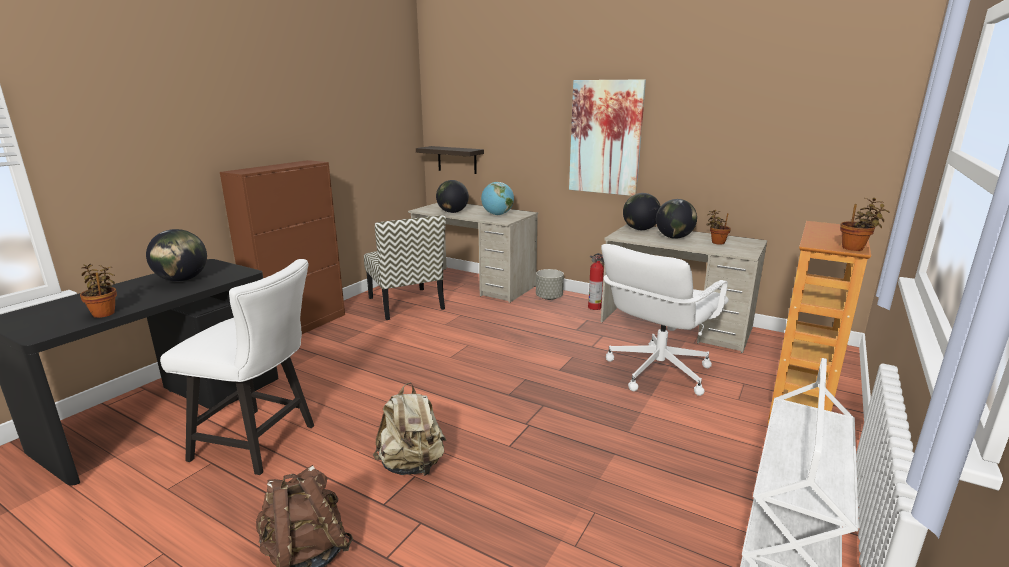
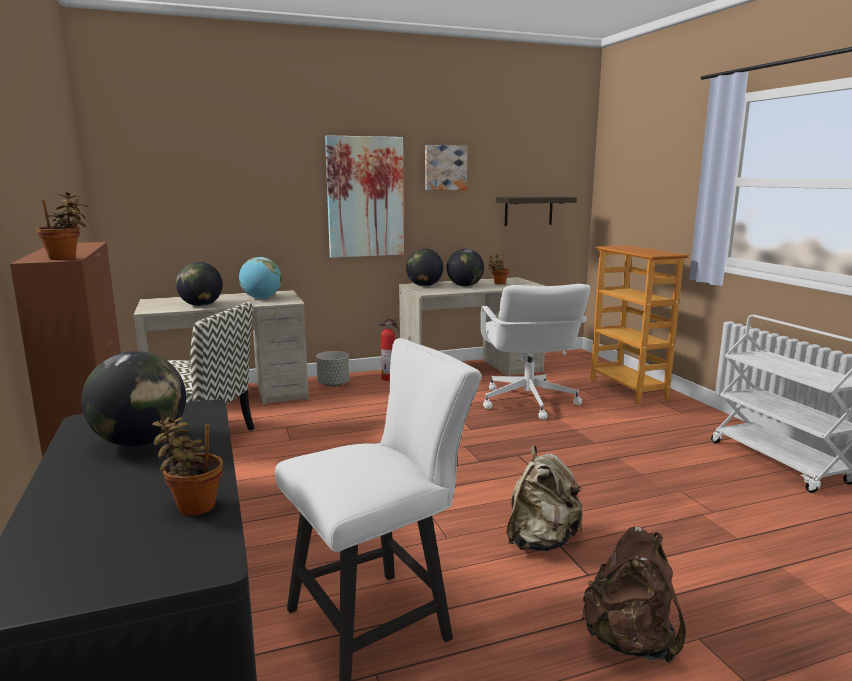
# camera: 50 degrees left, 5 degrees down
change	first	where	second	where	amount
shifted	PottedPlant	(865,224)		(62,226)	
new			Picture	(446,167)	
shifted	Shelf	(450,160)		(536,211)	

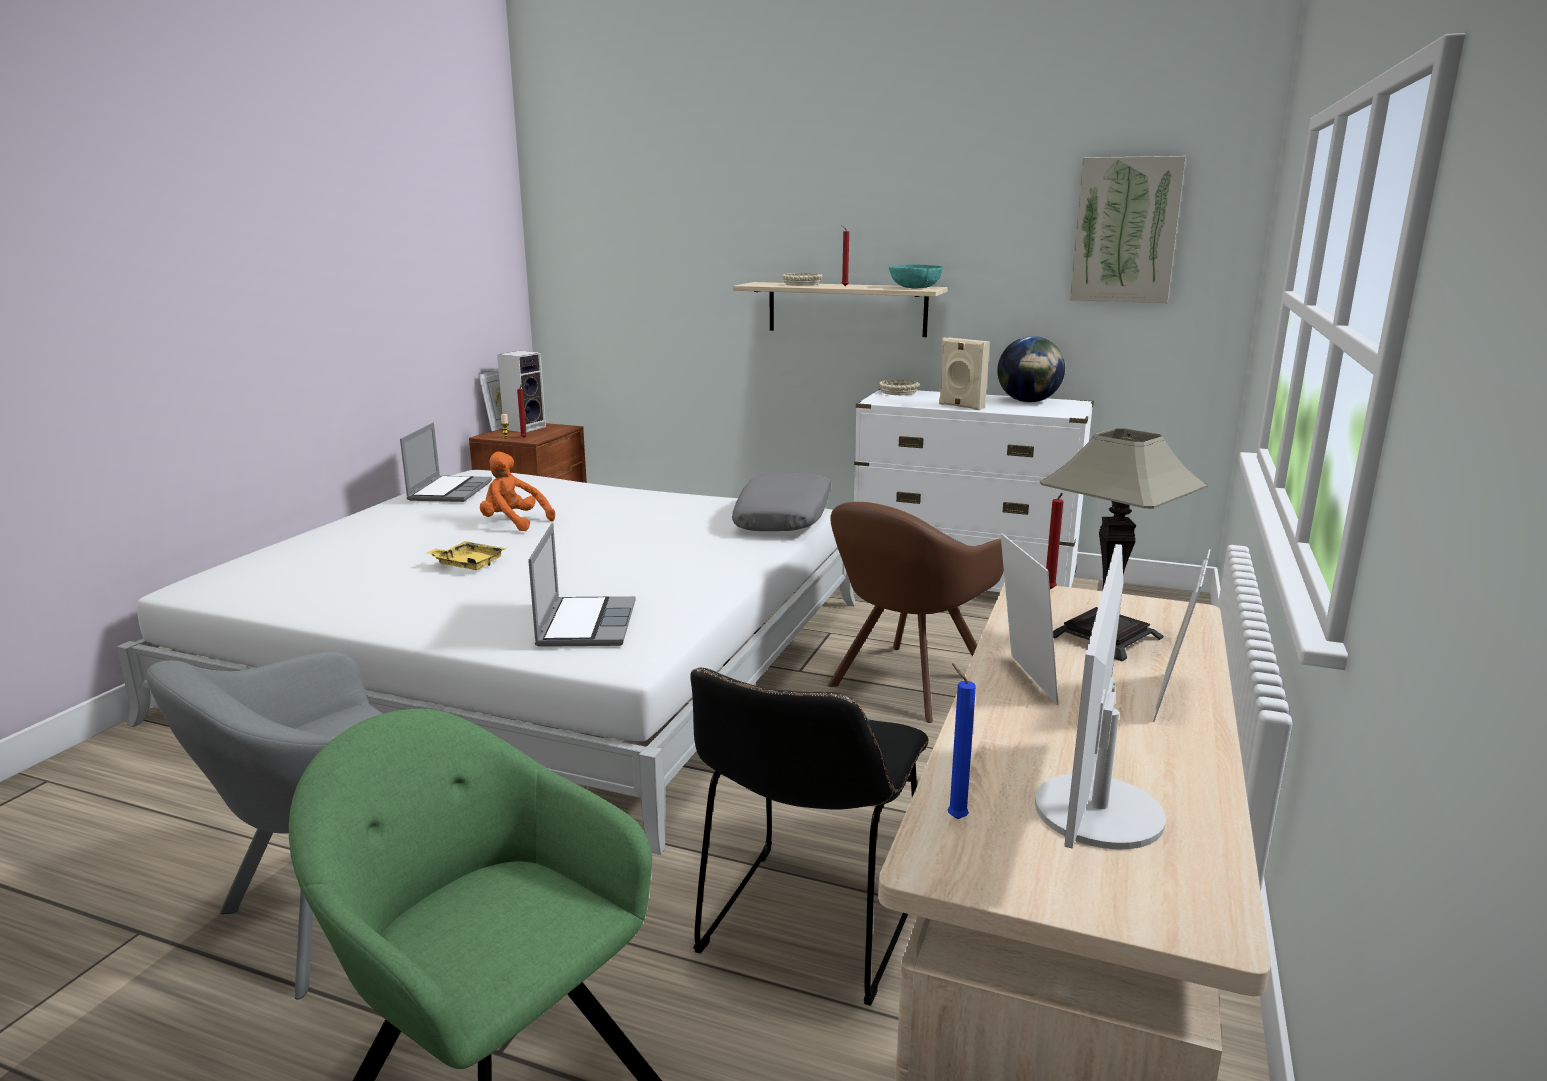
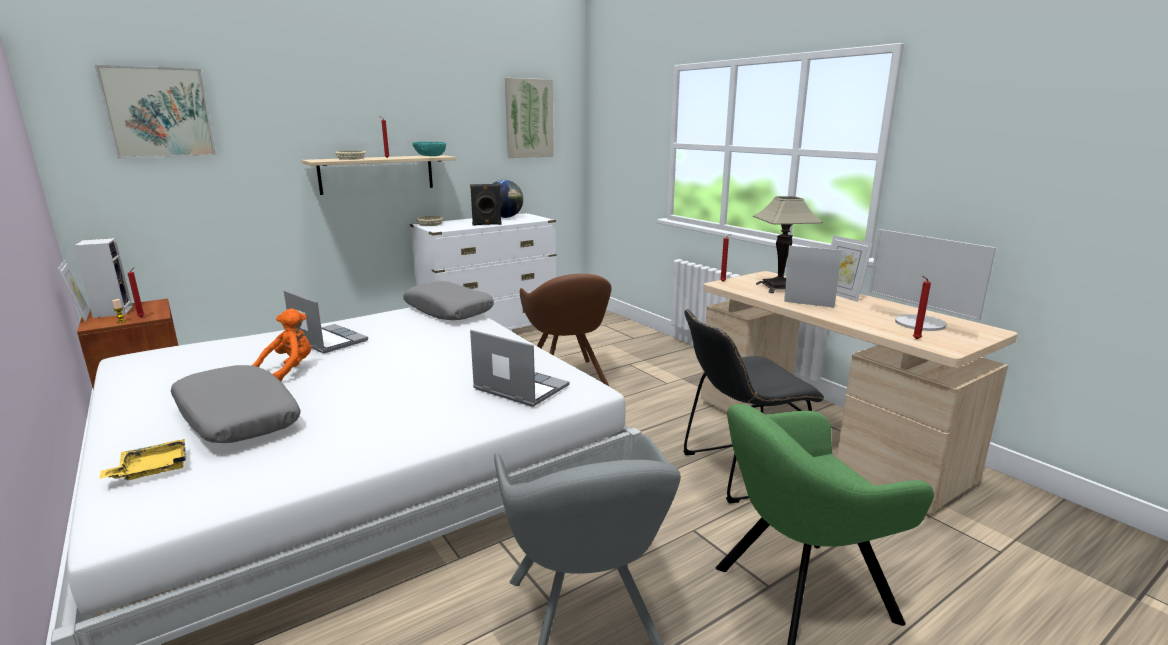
# camera: 55 degrees left, 0 degrees up
change	first	where	second	where	amount
new			Picture	(156,112)	
shifted	YellowTray	(466,555)		(142,459)	
new			GreyPillow	(236,404)	
rotated	OrangePlushToy	(517,491)		(281,344)	150 degrees clockwise
shifted	Laptop	(446,462)		(326,322)	
repainted	BeigeSpeaker	(964,373)	BlackSpeaker	(486,205)	
rotated	BlackChair	(809,837)		(753,406)	105 degrees clockwise
repainted	BlueCandle	(962,741)	RedCandle	(922,307)	

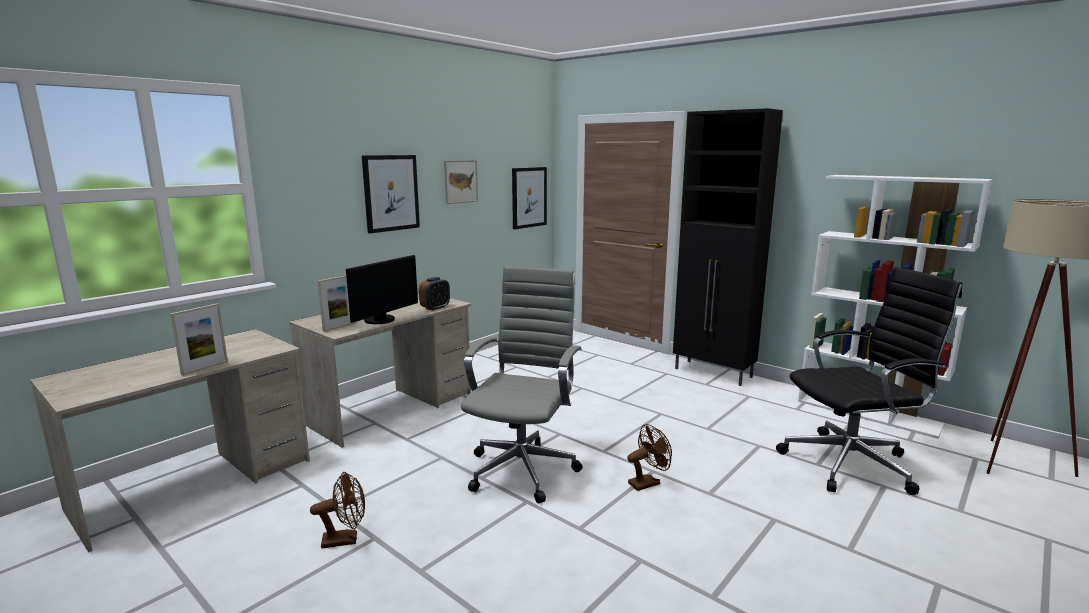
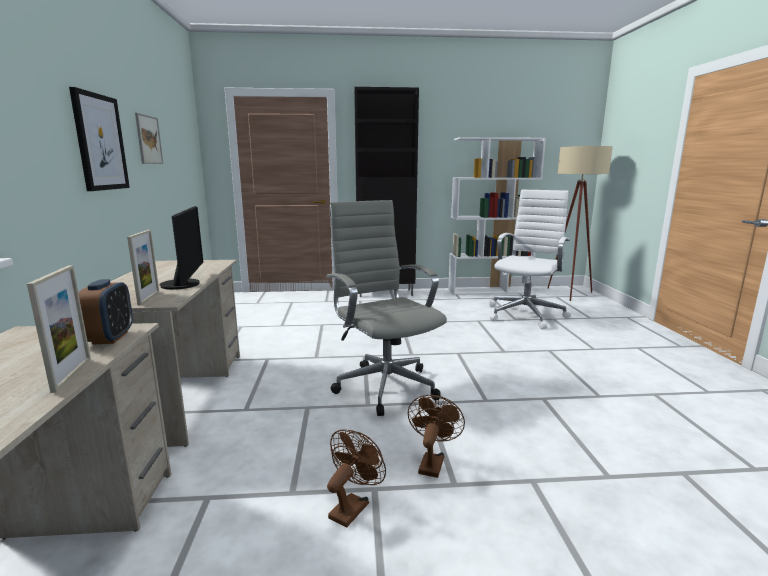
# camera: 45 degrees left, 0 degrees up
change	first	where	second	where	amount
shifted	AlarmClock	(434,294)		(105,312)	
shifted	BrownFan	(649,457)		(436,436)	
repainted	BlackOfficeChair	(869,381)	WhiteOfficeChair	(530,259)	
gone	Picture	(529,198)			

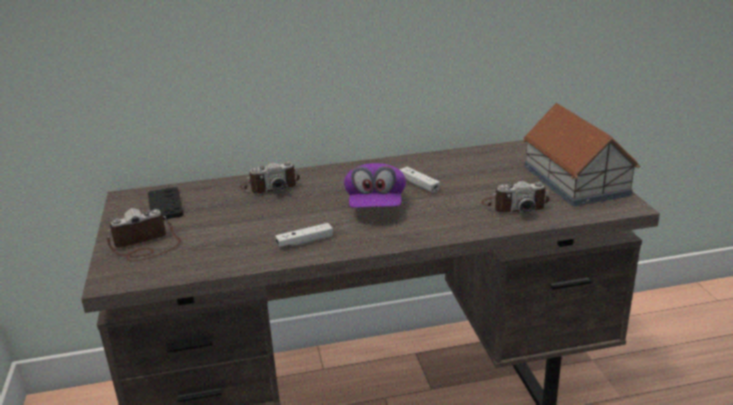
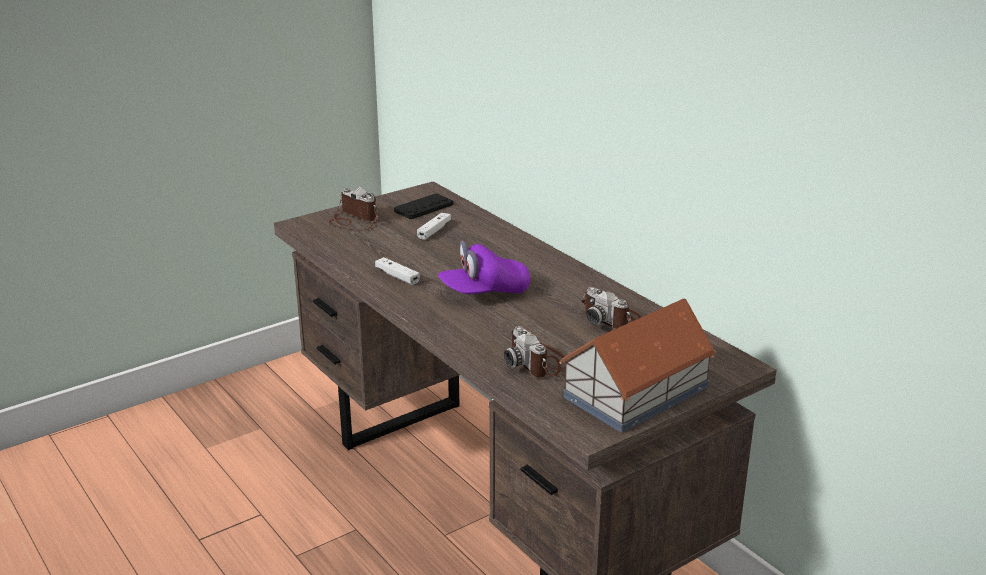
# camera: 65 degrees right, 0 degrees up
change	first	where	second	where	amount
shifted	WhiteGameController	(419,180)		(434,226)	
shifted	PhotoCamera	(270,177)		(611,308)	

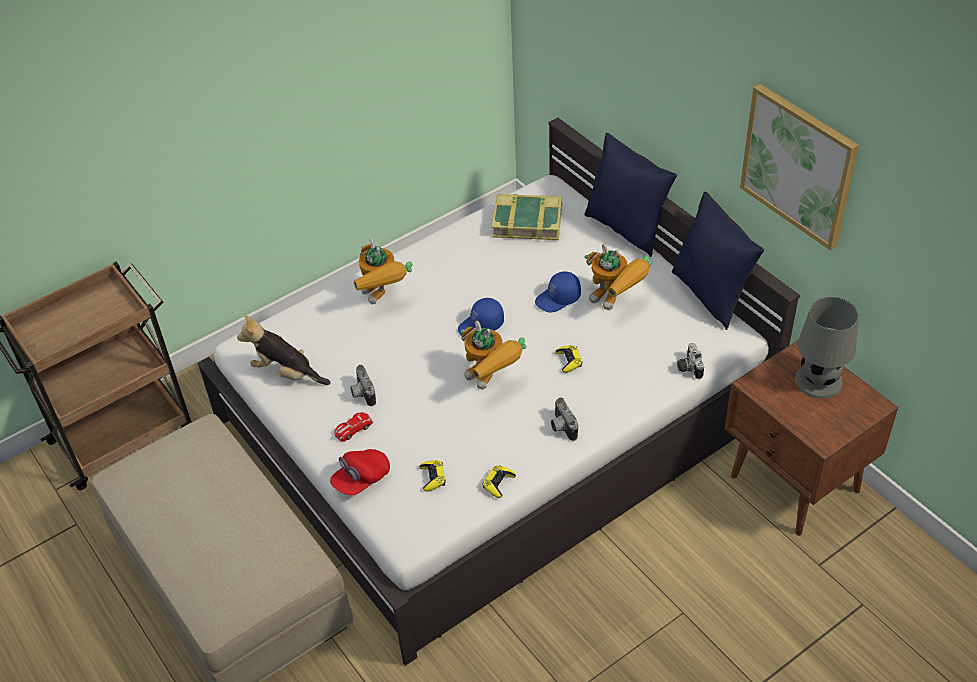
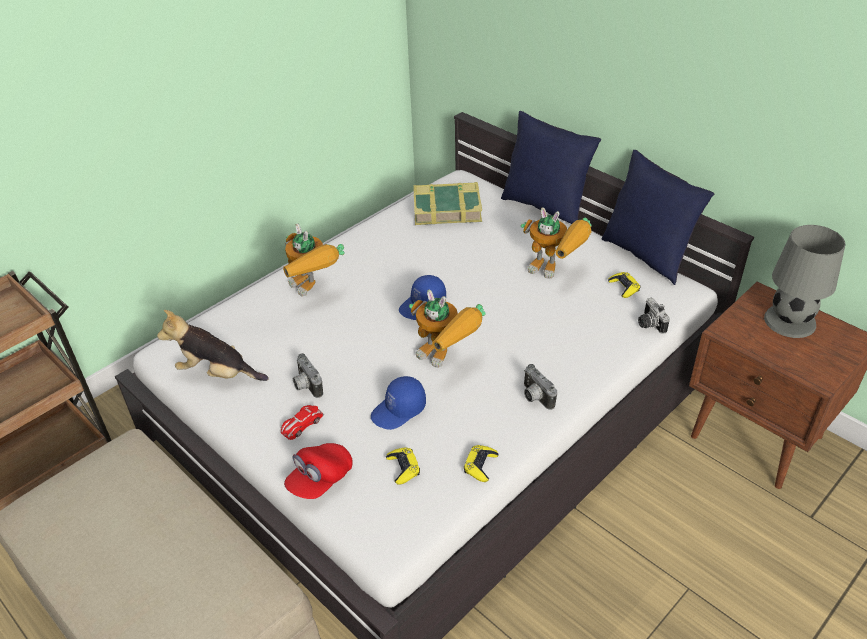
# camera: 10 degrees left, 5 degrees down
change	first	where	second	where	amount
shifted	BlueCap	(558,292)		(398,403)	
shifted	YellowGameController	(568,359)		(624,285)	
gone	Picture	(799,167)			

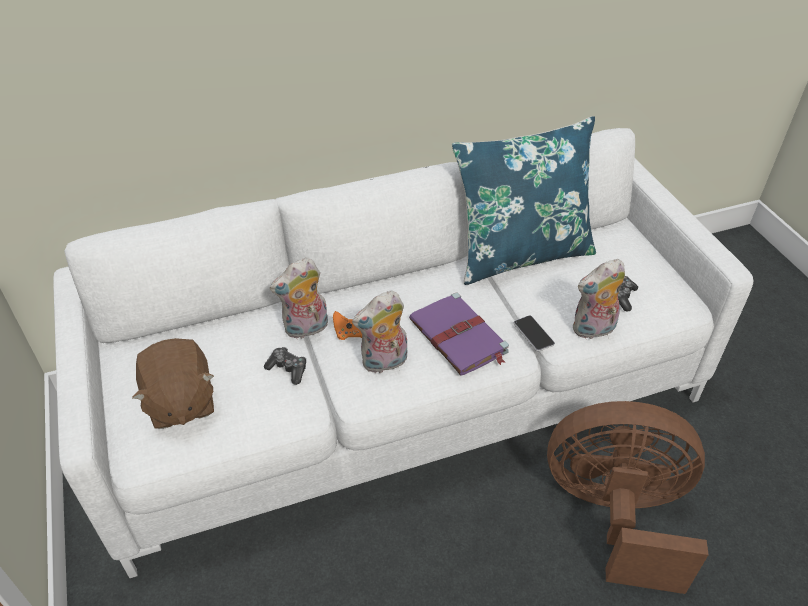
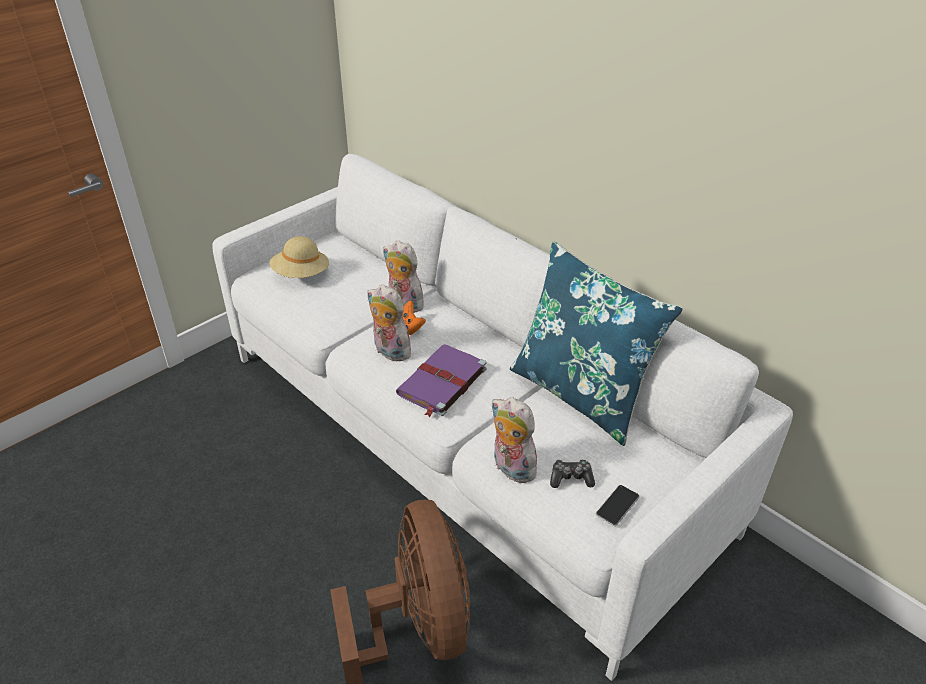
# camera: 65 degrees right, 5 degrees down
change	first	where	second	where	amount
swapped	BrownPlushToy	(173,383)	BeigeHat	(299,257)	
shifted	Phone	(534,333)		(617,505)	
gone	GameController	(285,366)			

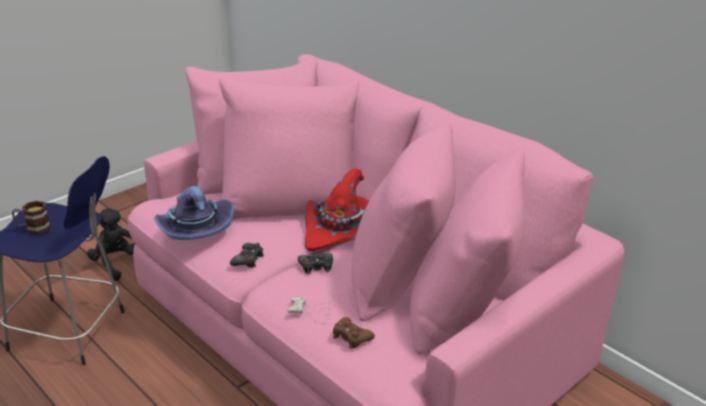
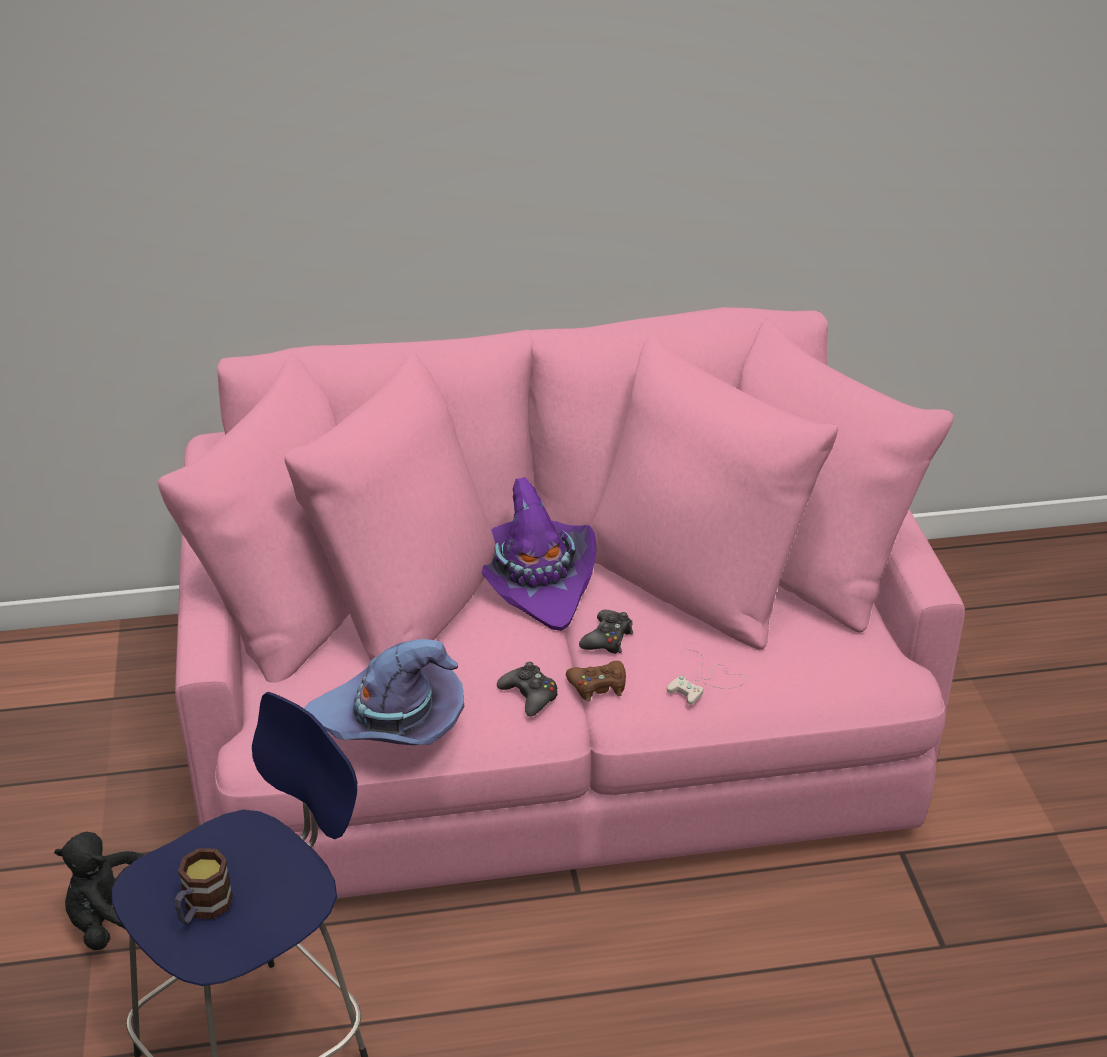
# camera: 55 degrees left, 5 degrees up
change	first	where	second	where	amount
repainted	RedHat	(337,209)	PurpleHat	(539,554)	
shifted	BrownGameController	(354,333)		(596,681)	

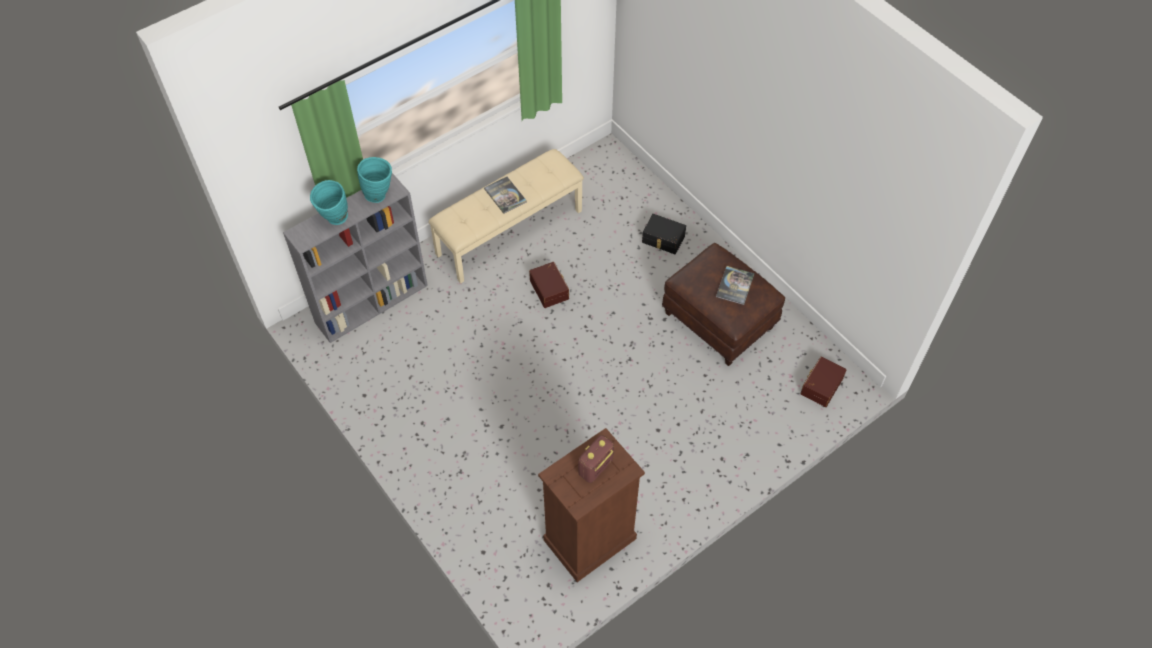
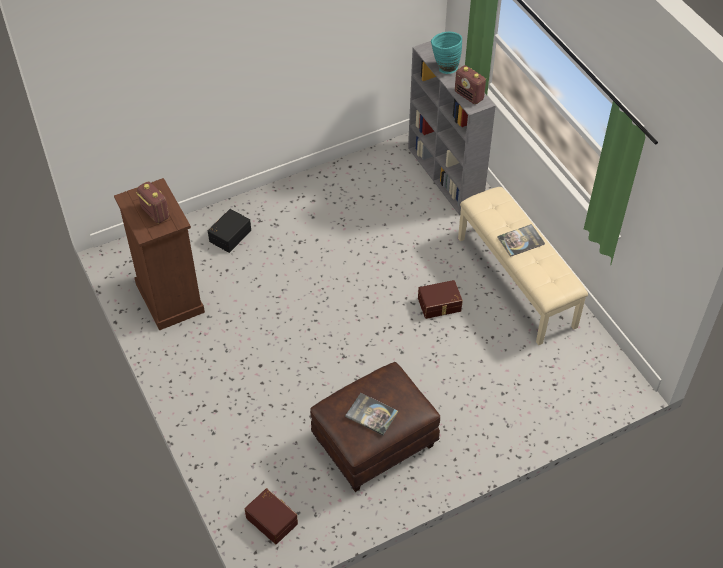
# camera: 100 degrees right, 5 degrees down
change	first	where	second	where	amount
shifted	BlackStorageBox	(664,234)		(229,231)	
swapped	TurquoiseVase	(374,180)	Radio	(470,84)	

